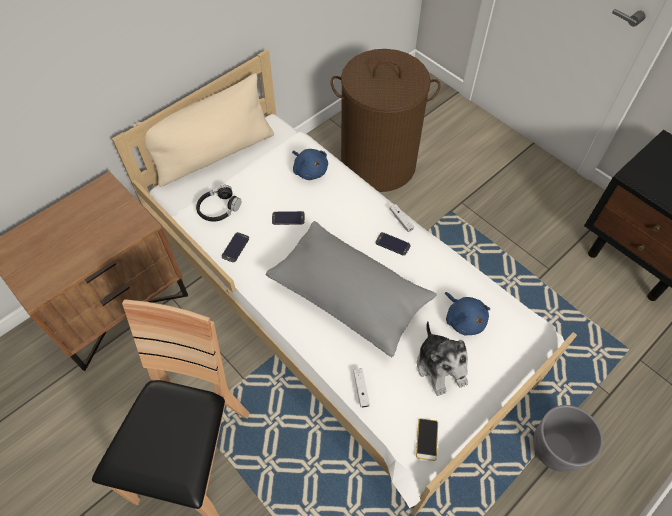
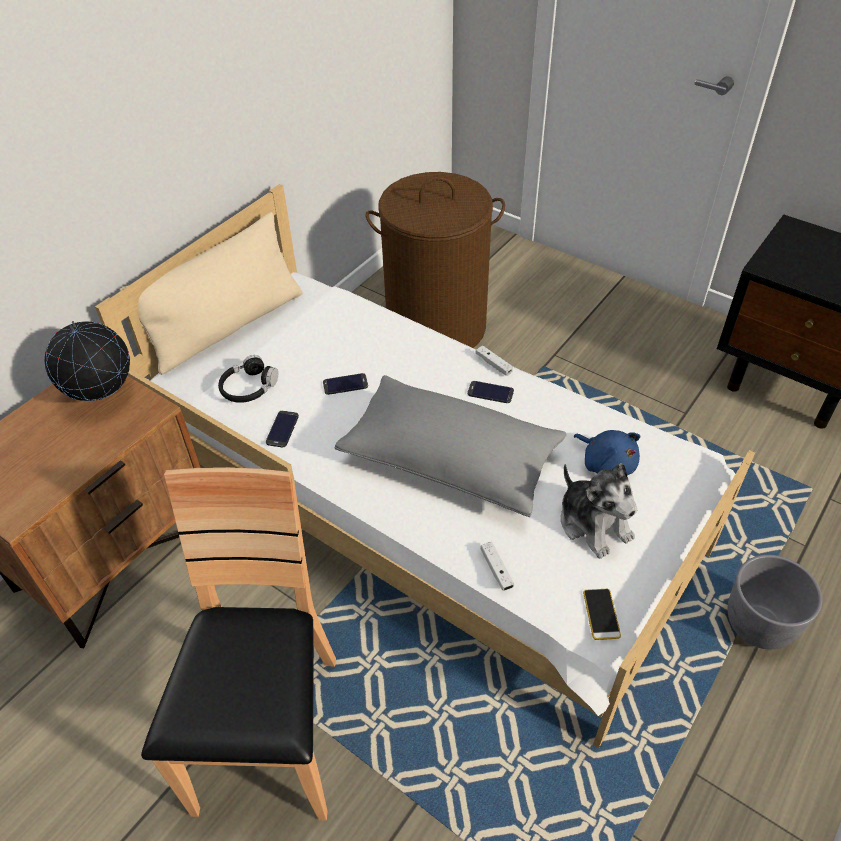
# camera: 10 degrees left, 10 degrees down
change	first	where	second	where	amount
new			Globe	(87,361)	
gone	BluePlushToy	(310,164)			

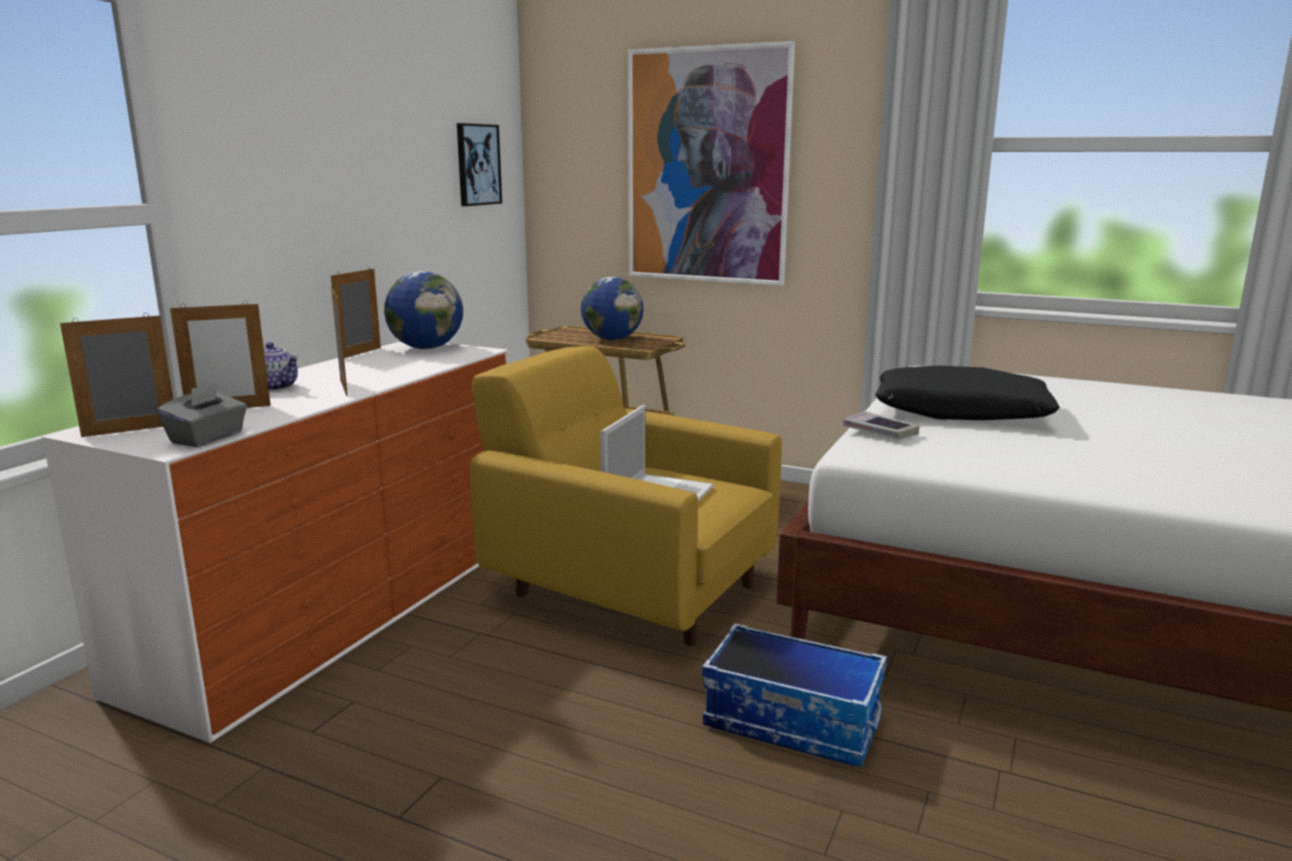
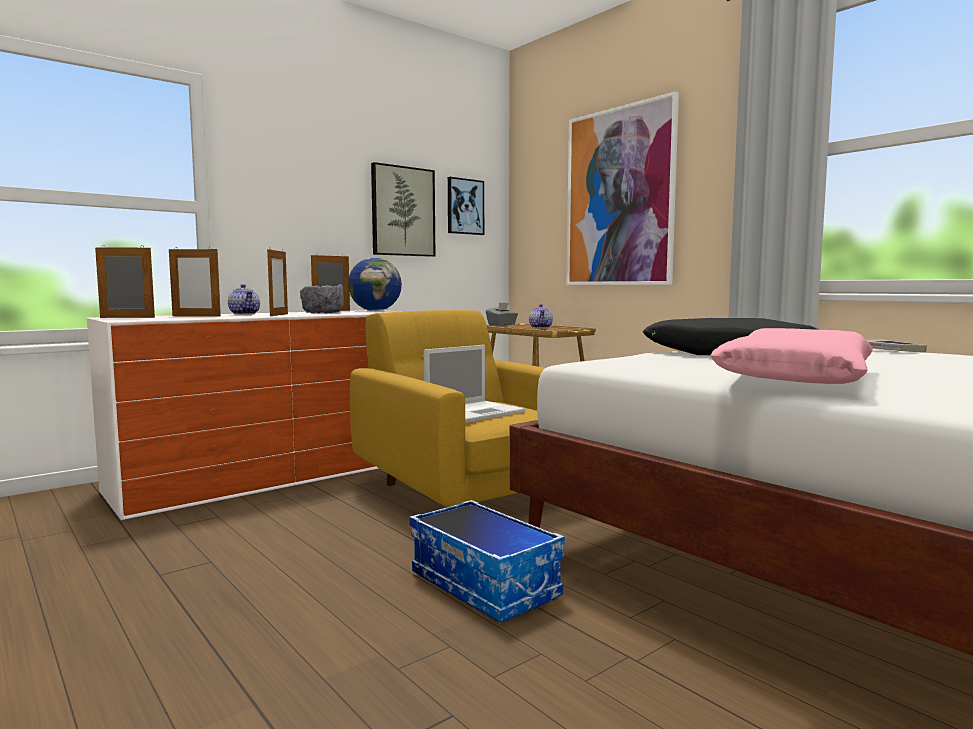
# camera: 25 degrees right, 10 degrees down
change	first	where	second	where	amount
new			GreyBowl	(322,298)	
new			Picture	(403,209)	
shifted	GreyTissueBox	(202,414)		(502,314)	
swapped	Globe	(612,308)	Teapot	(541,316)	
new			PinkPillow	(791,356)	
shifted	Book	(881,425)		(897,346)	

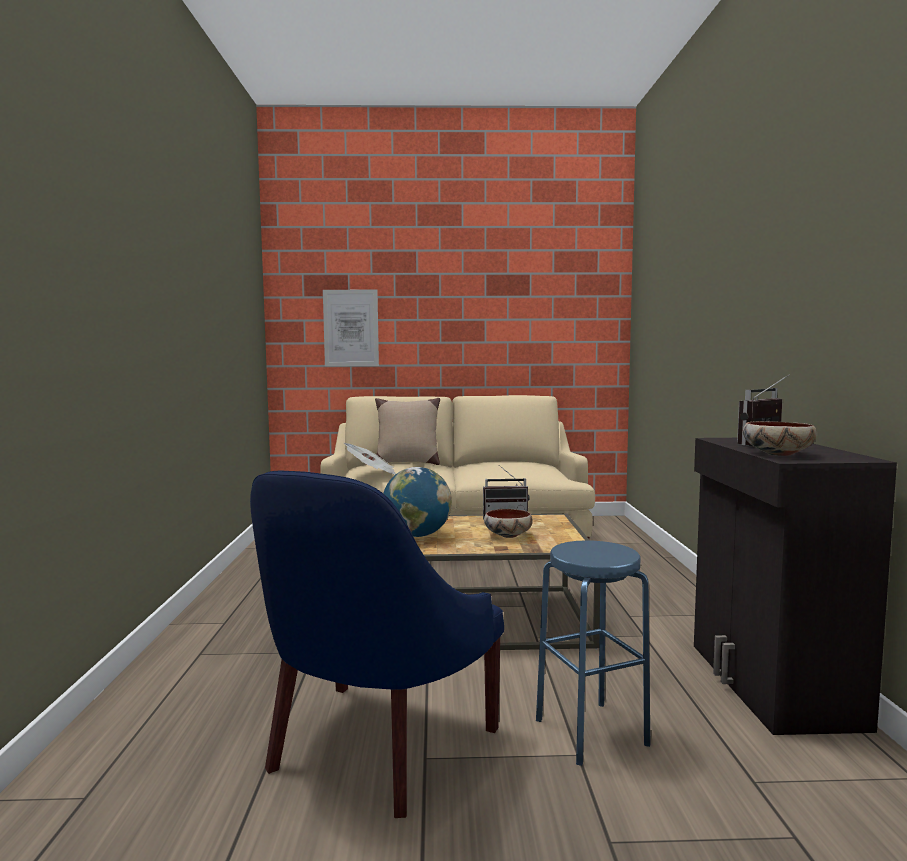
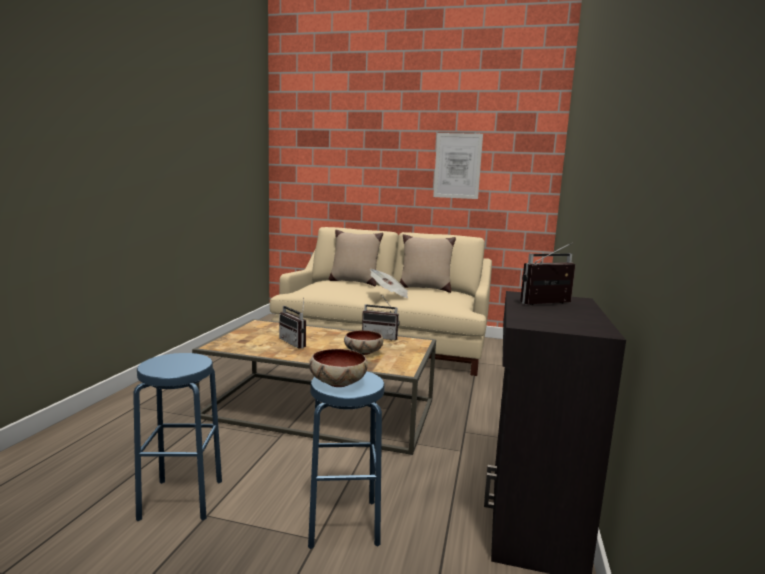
# camera: 15 degrees right, 5 degrees up
change	first	where	second	where	amount
swapped	BlueArmchair	(377,644)	BlueStool	(177,437)	
swapped	Globe	(417,502)	Radio	(292,323)	
shifted	Bowl	(780,438)		(338,368)	
shifted	Newspaper	(370,459)		(389,283)	
new			BeigePillow	(428,263)	
shifted	Picture	(351,328)		(458,166)	

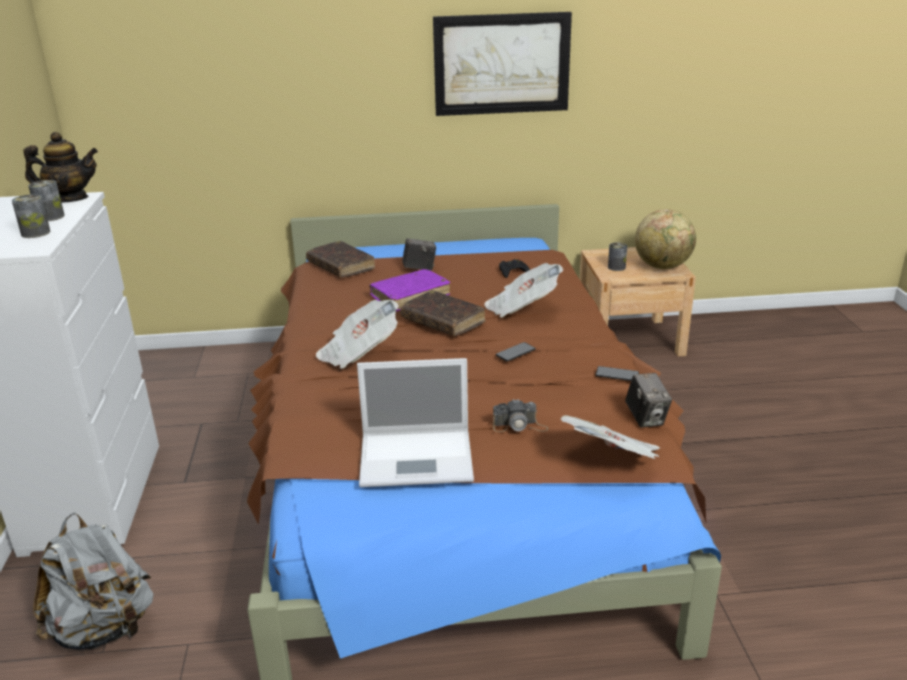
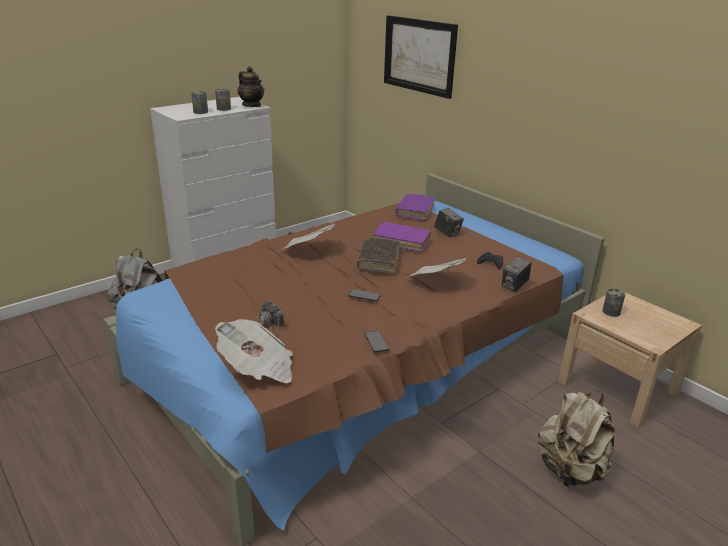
# camera: 55 degrees right, 0 degrees up
change	first	where	second	where	amount
shifted	Picture	(502,64)		(421,57)	
repainted	BrownBook	(340,259)	PurpleBook	(415,207)	
shifted	PhotoCamera	(648,400)		(517,274)	
new			BeigeBackpack	(576,438)	
gone	Laptop	(415,422)			
gone	Globe	(665,239)			

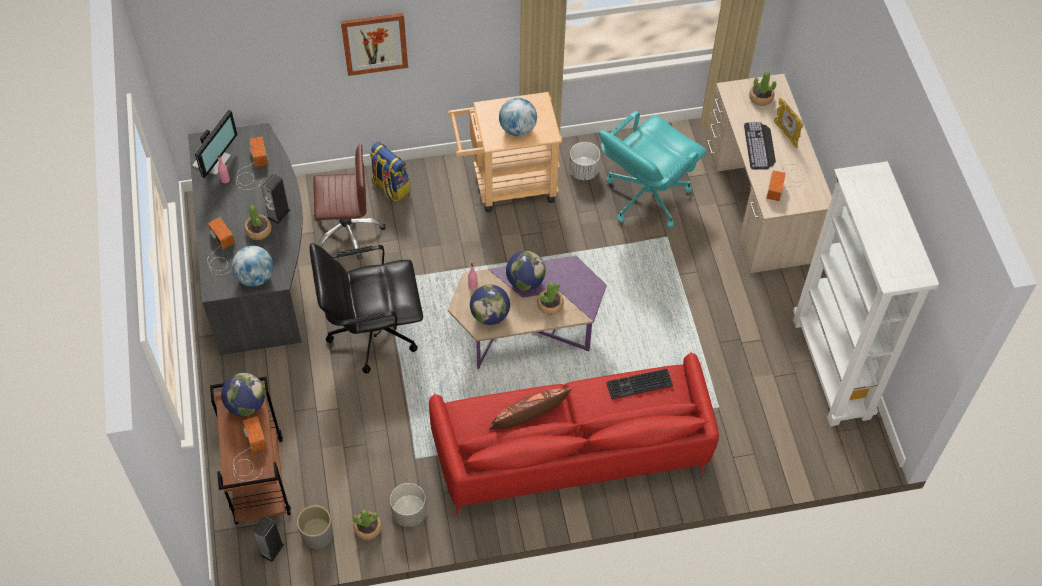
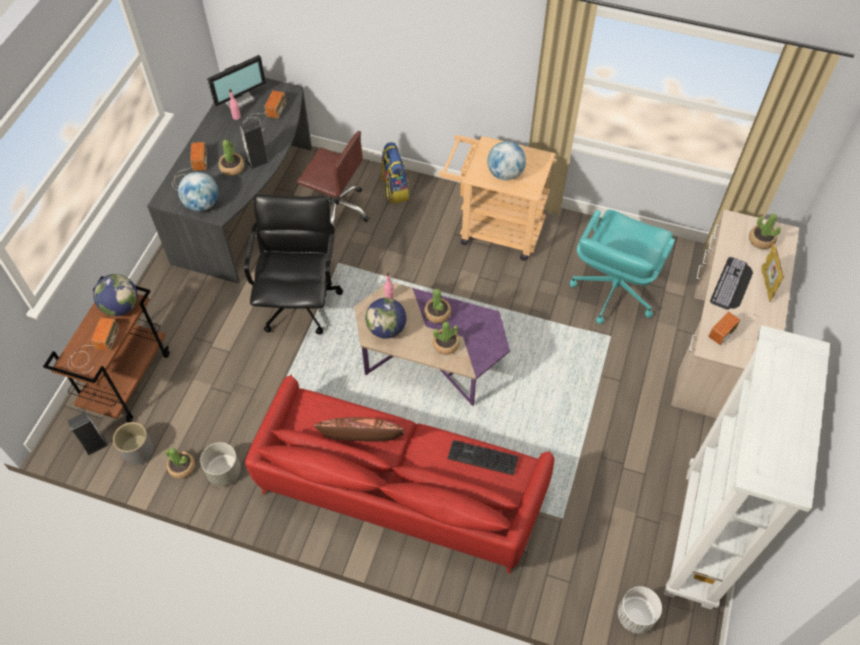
# camera: 30 degrees right, 0 degrees up
change	first	where	second	where	amount
rotated	BlackOfficeChair	(366,308)		(293,264)	75 degrees clockwise
swapped	Globe	(526,271)	PottedPlant	(437,306)	
rotated	TurquoiseOfficeChair	(652,169)		(622,266)	45 degrees counterclockwise
shifted	WhitePlanter	(584,161)		(640,609)	
gone	Picture	(374,44)			

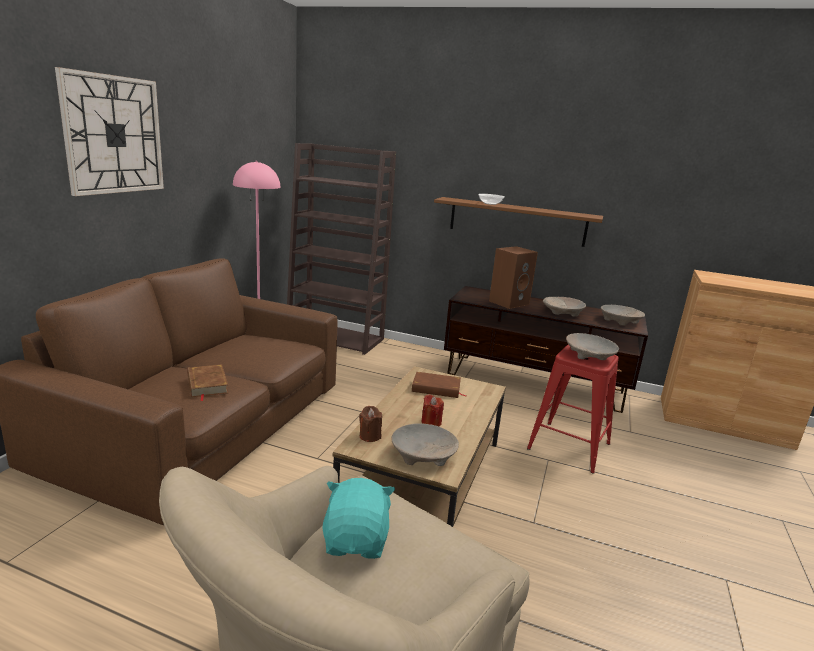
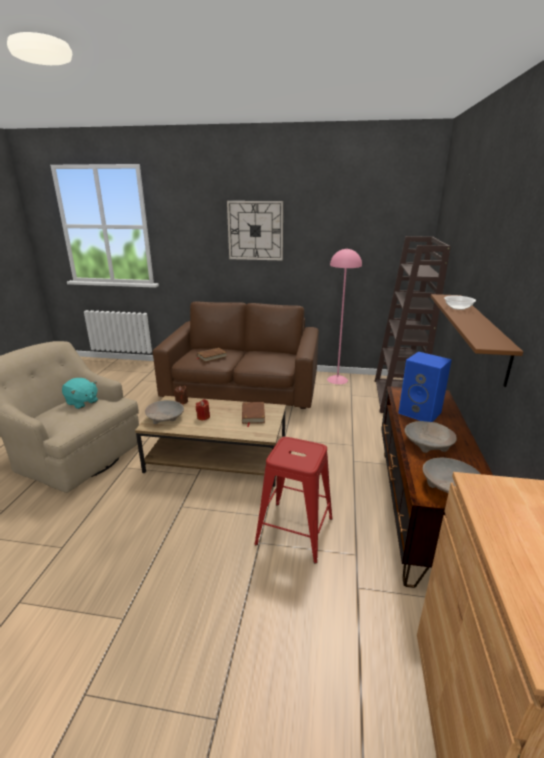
# camera: 80 degrees right, 5 degrees up
change	first	where	second	where	amount
rotated	TurquoisePlushToy	(358,518)		(80,393)	45 degrees clockwise
repainted	BrownSpeaker	(513,277)	BlueSpeaker	(425,387)	
gone	BeigeBowl	(592,346)			

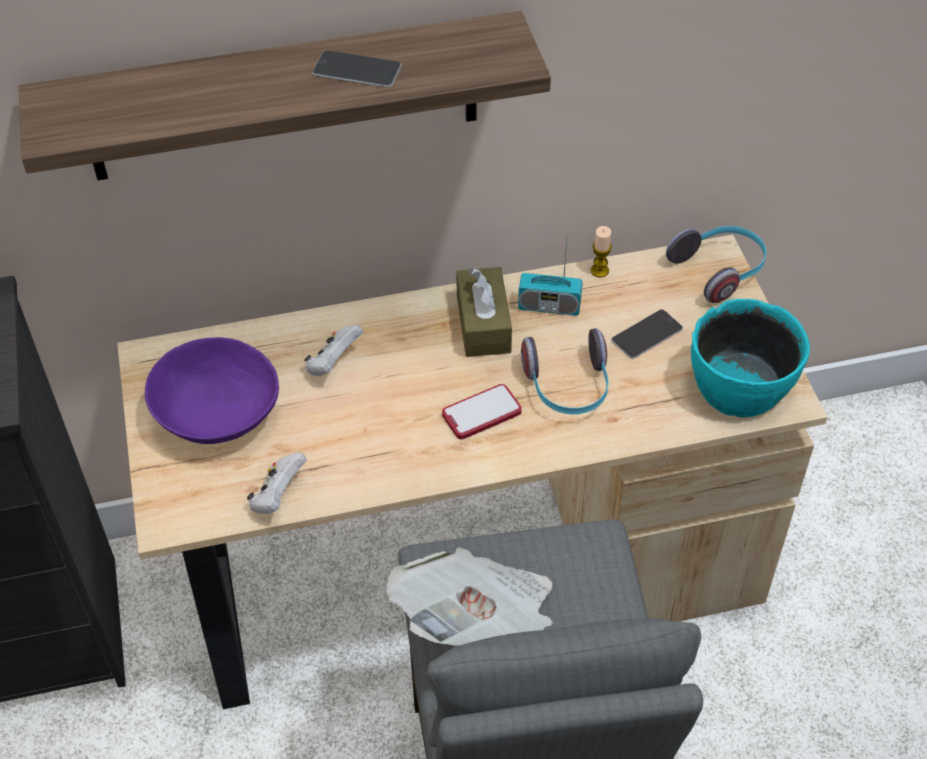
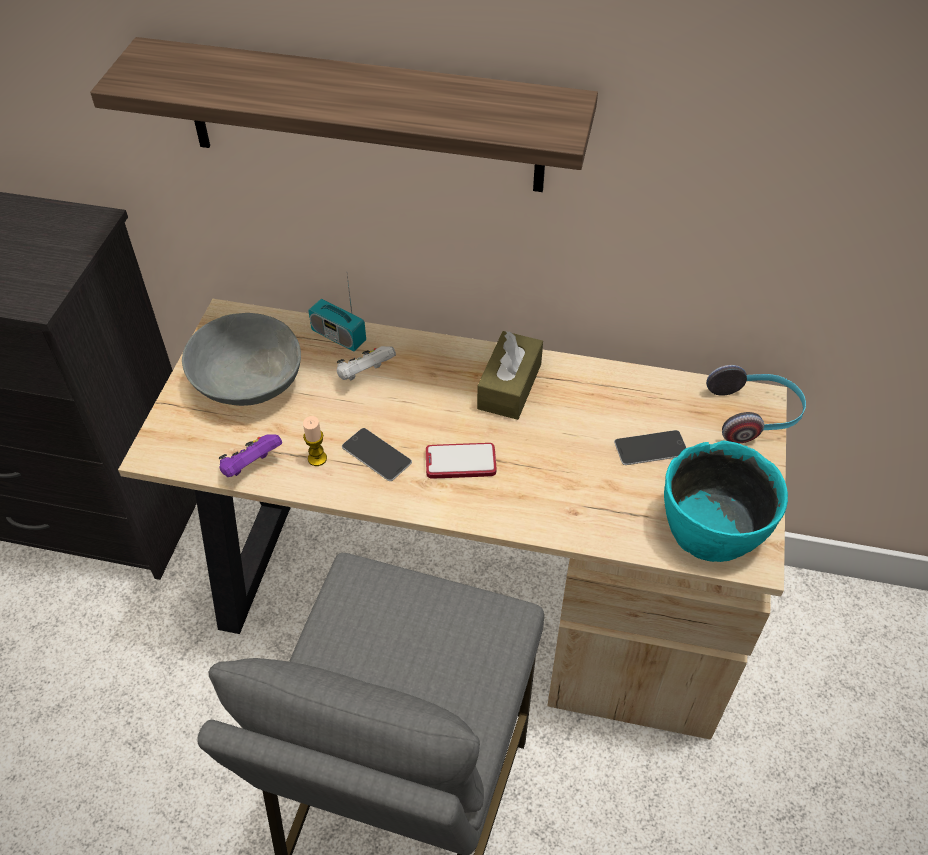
# camera: 25 degrees right, 0 degrees up
change	first	where	second	where	amount
repainted	PurpleBowl	(212,390)	GreyBowl	(241,359)	
repainted	WhiteGameController	(277,483)	PurpleGameController	(250,455)	
shifted	Candle	(601,252)		(315,441)	
shifted	Radio	(550,278)		(337,313)	
shifted	Phone	(357,69)		(377,454)	
gone	Newspaper	(470,596)			
gone	Headphones	(565,371)			

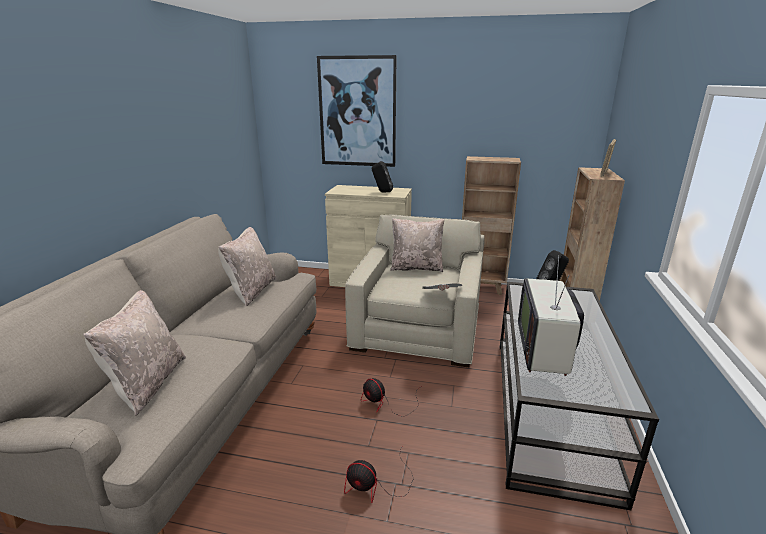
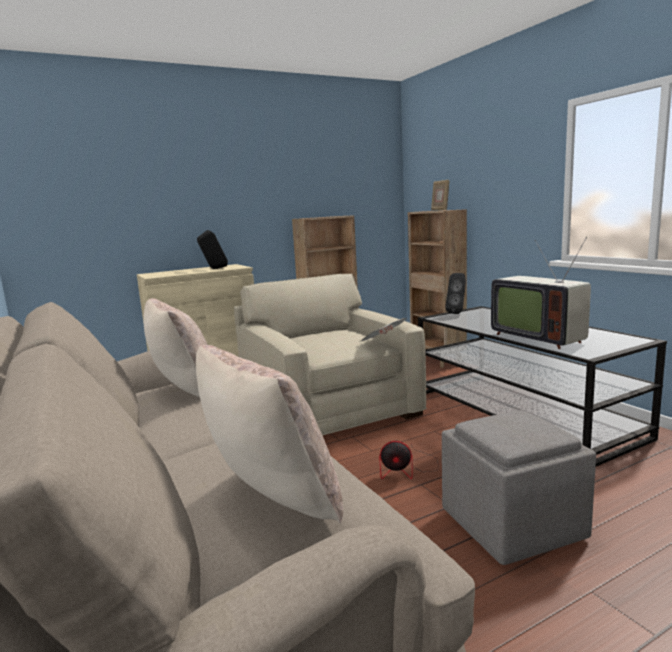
# camera: 40 degrees left, 10 degrees down
change	first	where	second	where	amount
swapped	Fan	(379,475)	GreyOttoman	(519,488)	
gone	Picture	(357,111)			
gone	BeigePillow	(417,245)			

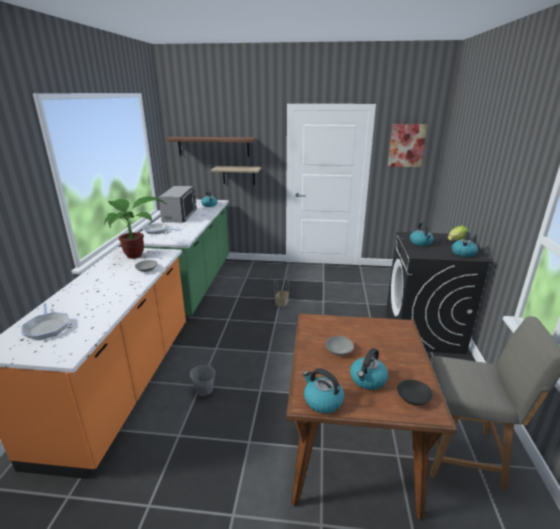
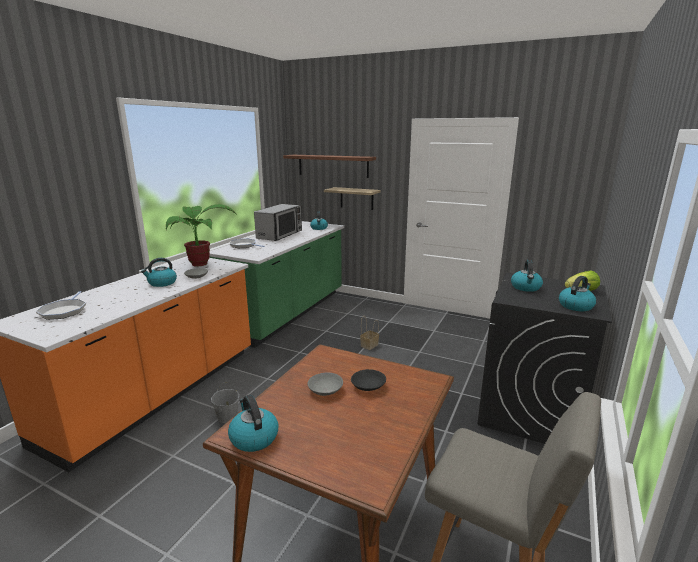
# camera: 20 degrees right, 5 degrees down
change	first	where	second	where	amount
shifted	Kettle	(369,369)		(159,272)	
shifted	BlackBowl	(415,392)		(368,380)	
gone	Picture	(407,145)			

